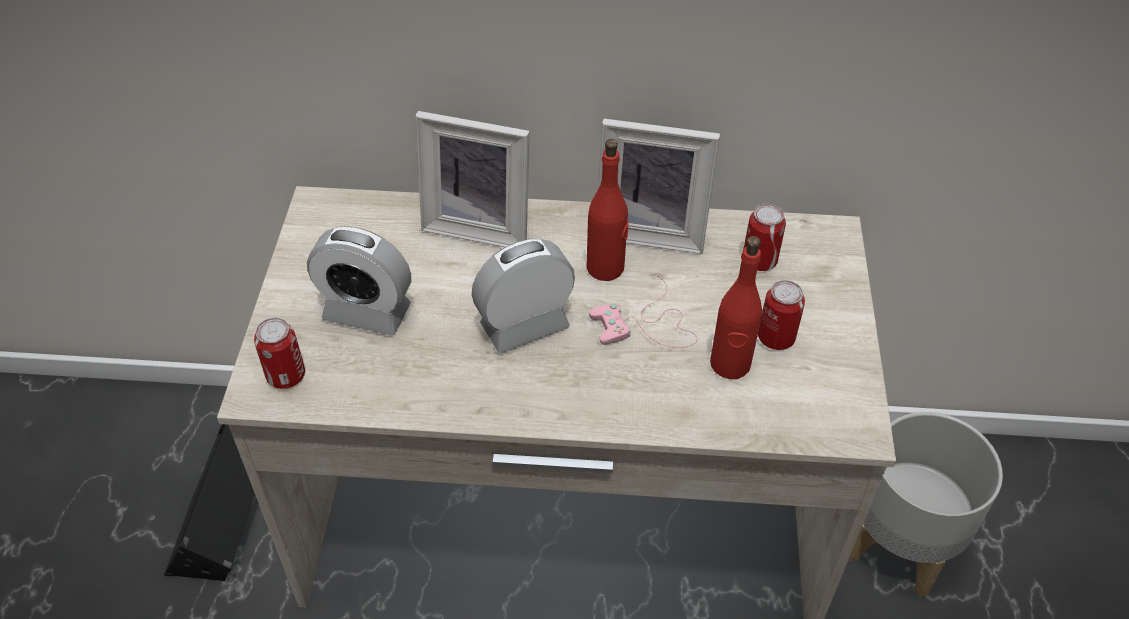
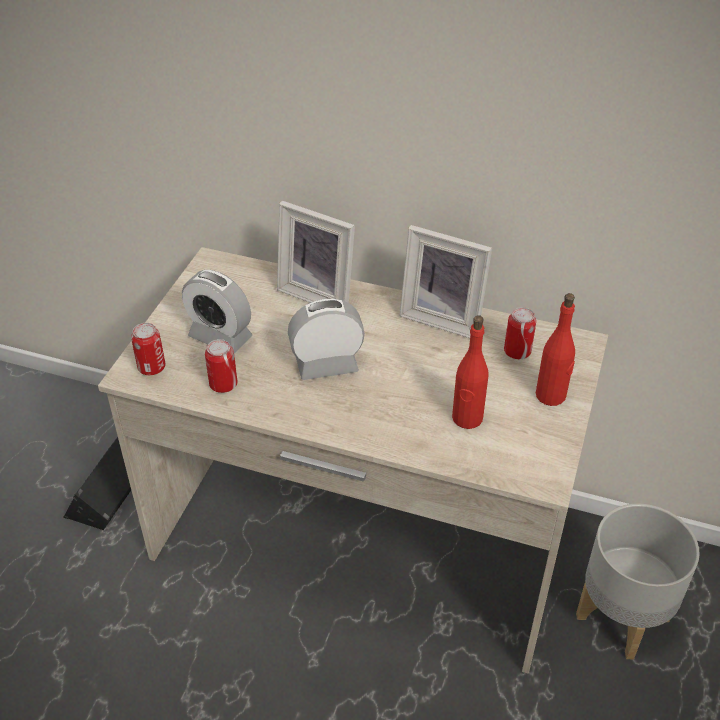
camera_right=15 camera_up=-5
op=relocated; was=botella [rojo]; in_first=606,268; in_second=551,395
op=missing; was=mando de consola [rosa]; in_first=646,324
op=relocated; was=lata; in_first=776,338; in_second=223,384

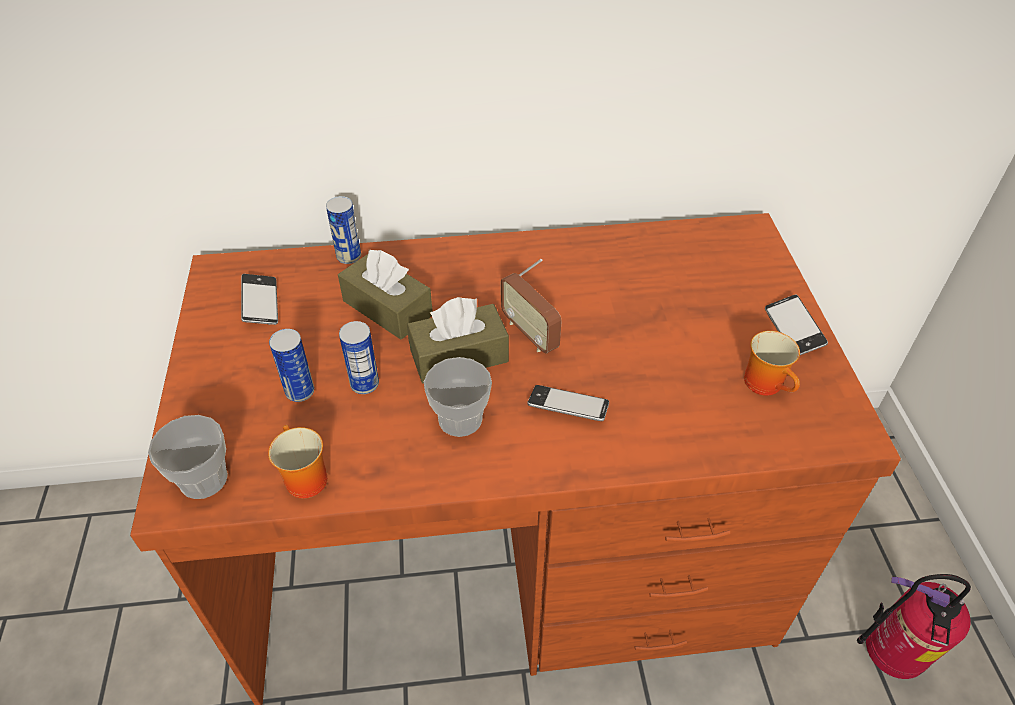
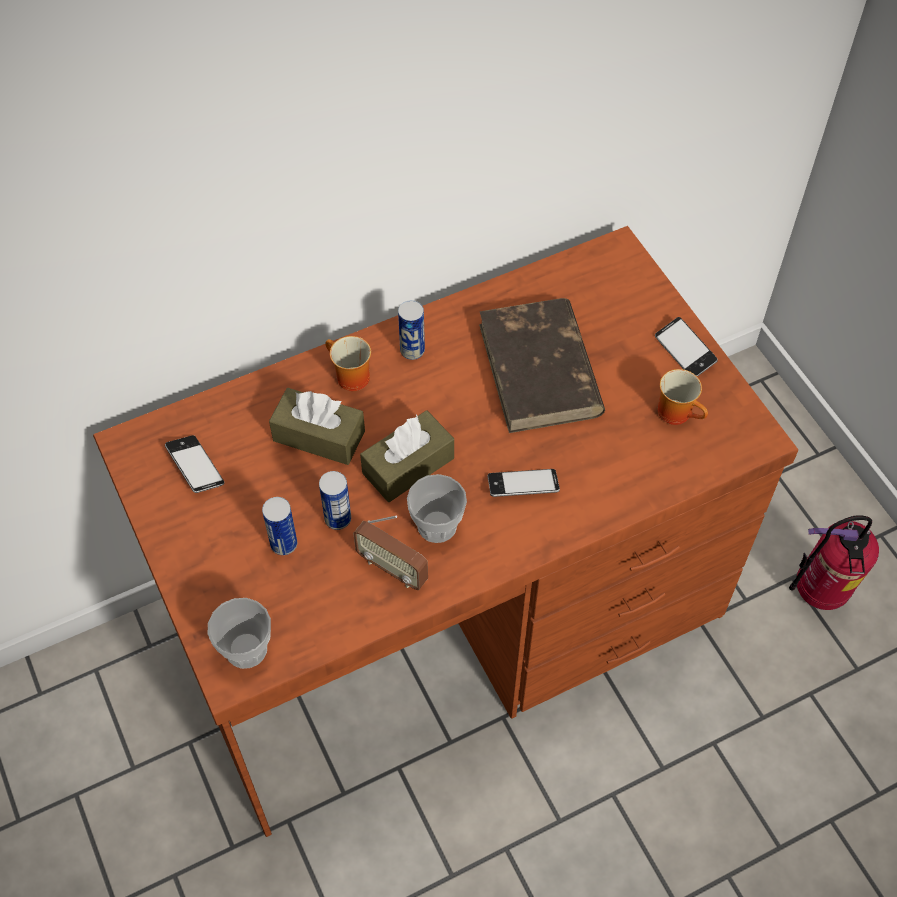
camera_right=-20 camera_up=10
op=relocated; was=taza grande; in_first=301,478; in_second=348,377
op=relocated; was=lata; in_first=348,256; in_second=412,350
op=relocated; was=radio; in_first=530,333; in_second=392,569
op=appeared; now=libro [marrón]; in_second=540,371

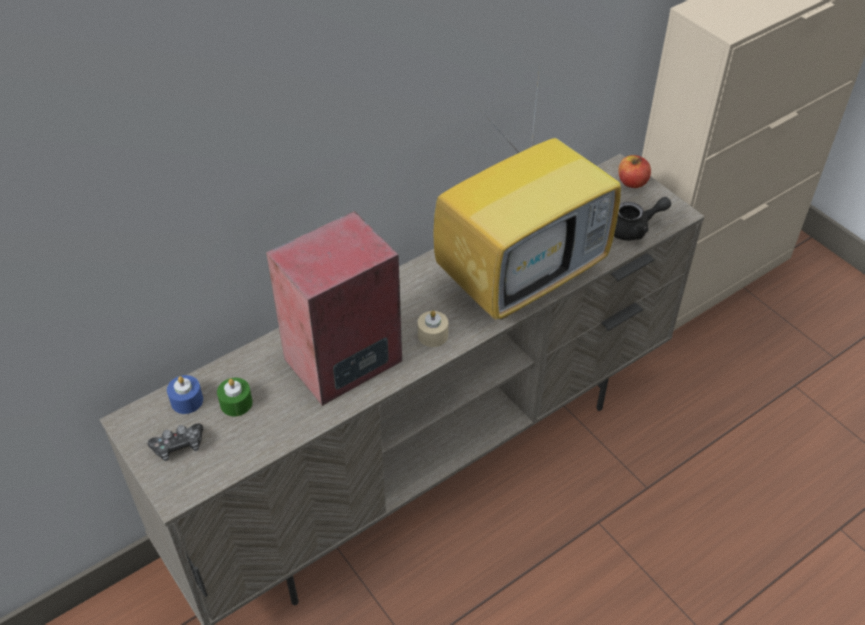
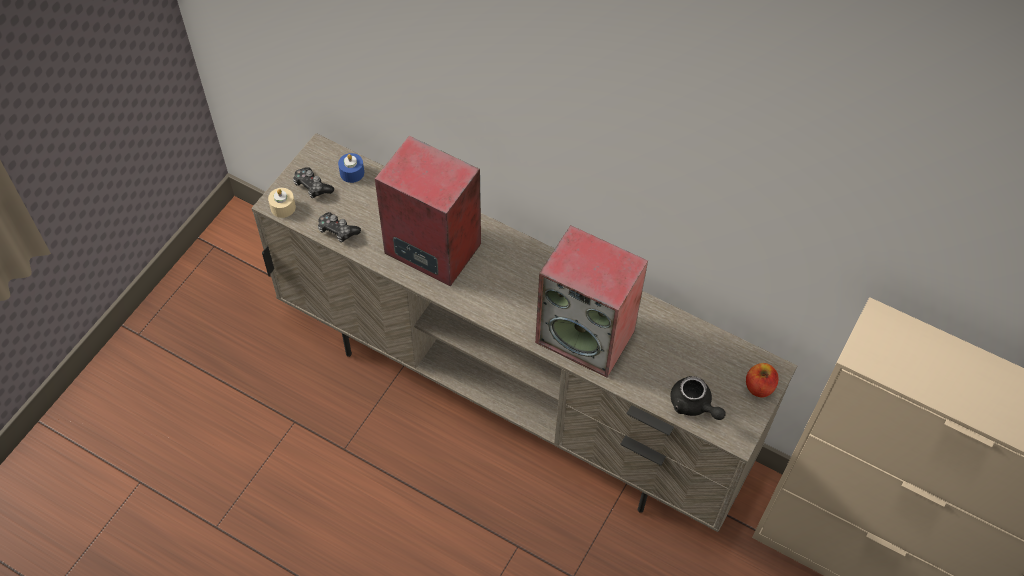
camera_right=65 camera_up=10
op=missing; was=vela [verde]; in_first=236,403
op=relocated; was=vela [beis]; in_first=432,335; in_second=283,207
op=exchanged; was=televisor; now=altavoz; in_first=522,274; in_second=587,336
op=appeared; now=mando de consola; in_second=337,231

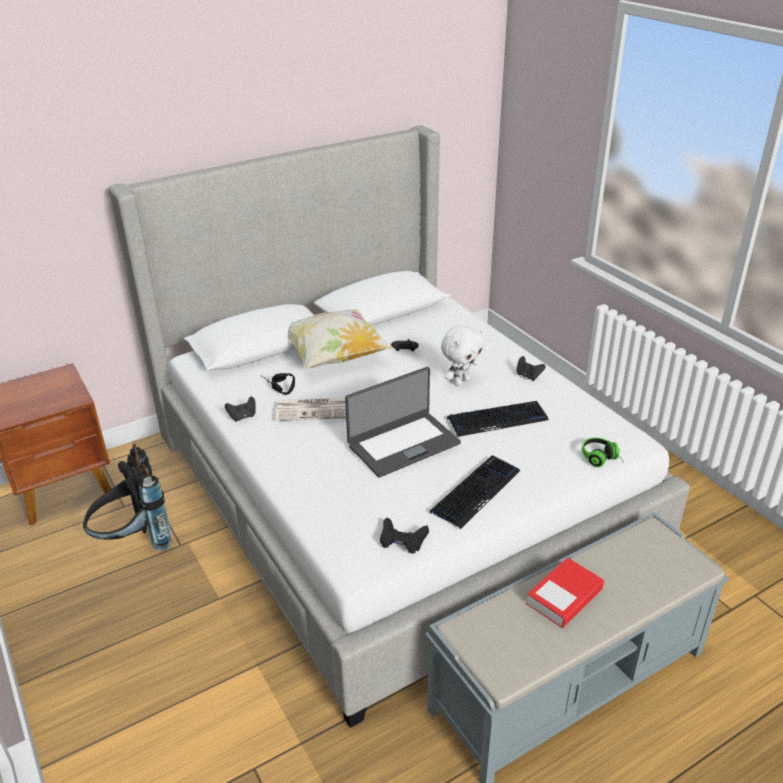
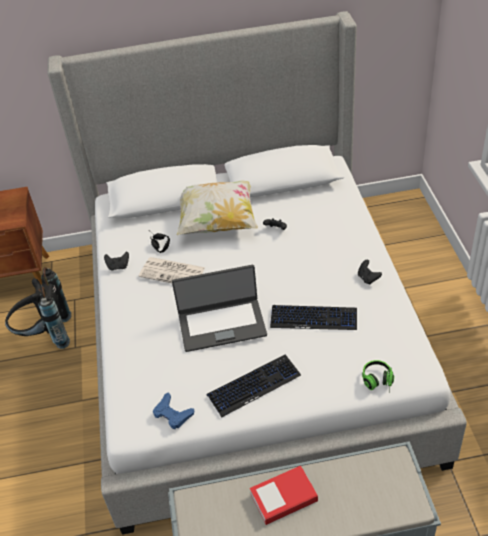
camera_right=25 camera_up=10
op=colour; was=mando de consola [negro]; now=mando de consola [azul]; in_first=402,539; in_second=172,414
op=missing; was=peluche [blanco]; in_first=461,381

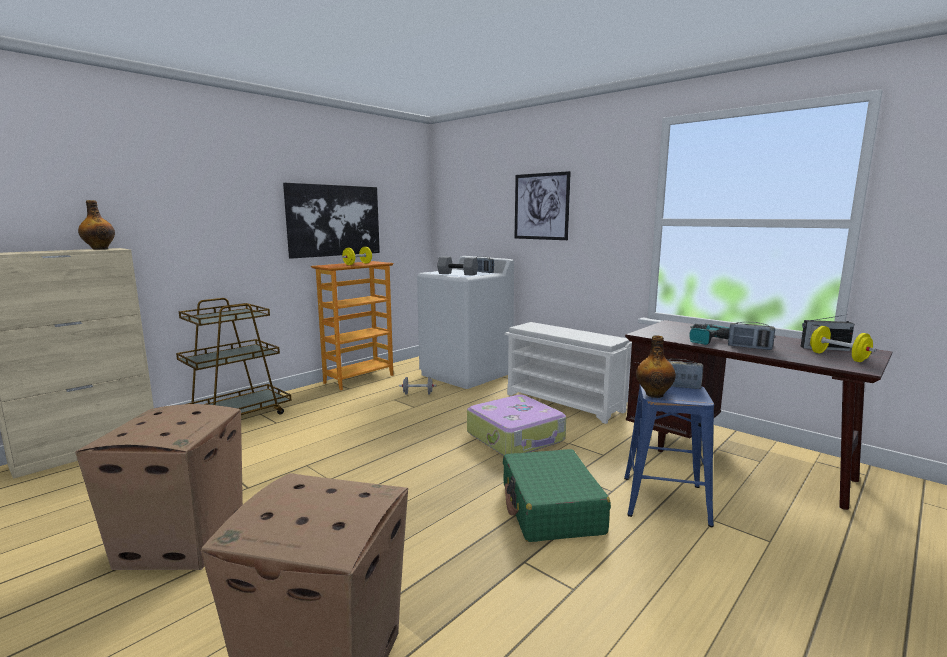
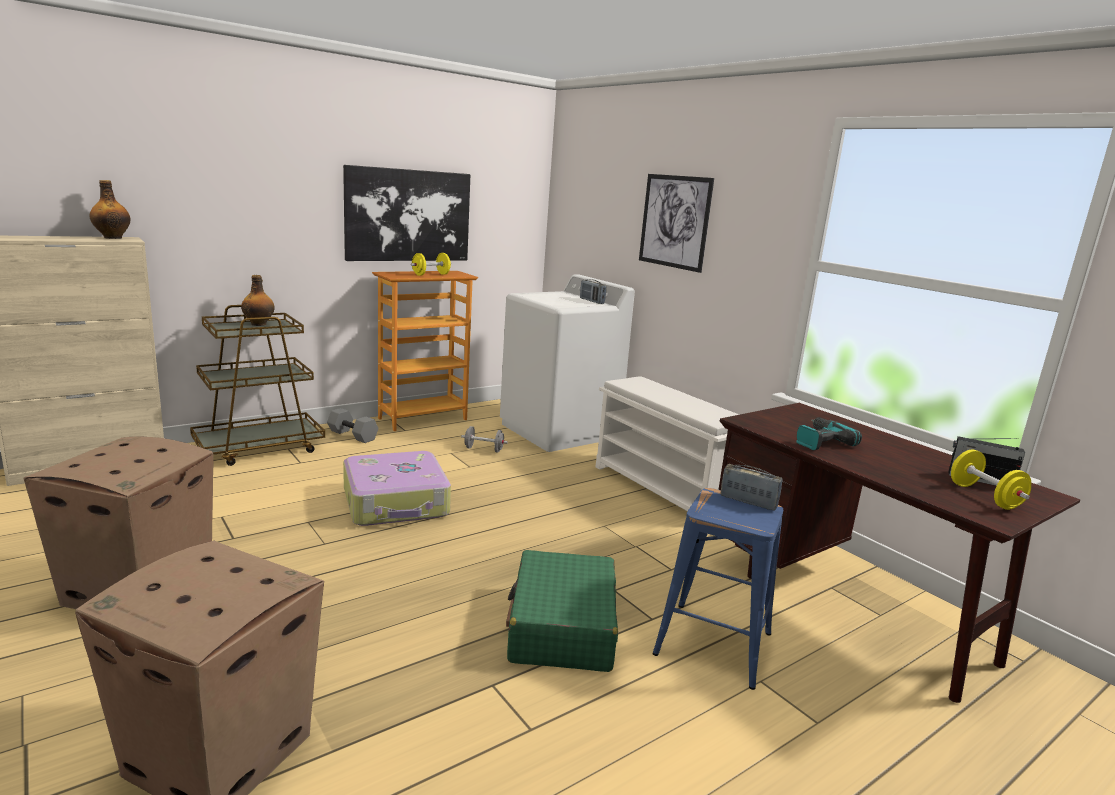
camera_right=10 camera_up=5
op=relocated; was=mancuerna [gris]; in_first=458,274; in_second=353,435
op=relocated; was=maleta; in_first=516,437; in_second=396,502
op=relocated; was=botella; in_first=654,394; in_second=259,324
op=missing; was=radio; in_first=749,347

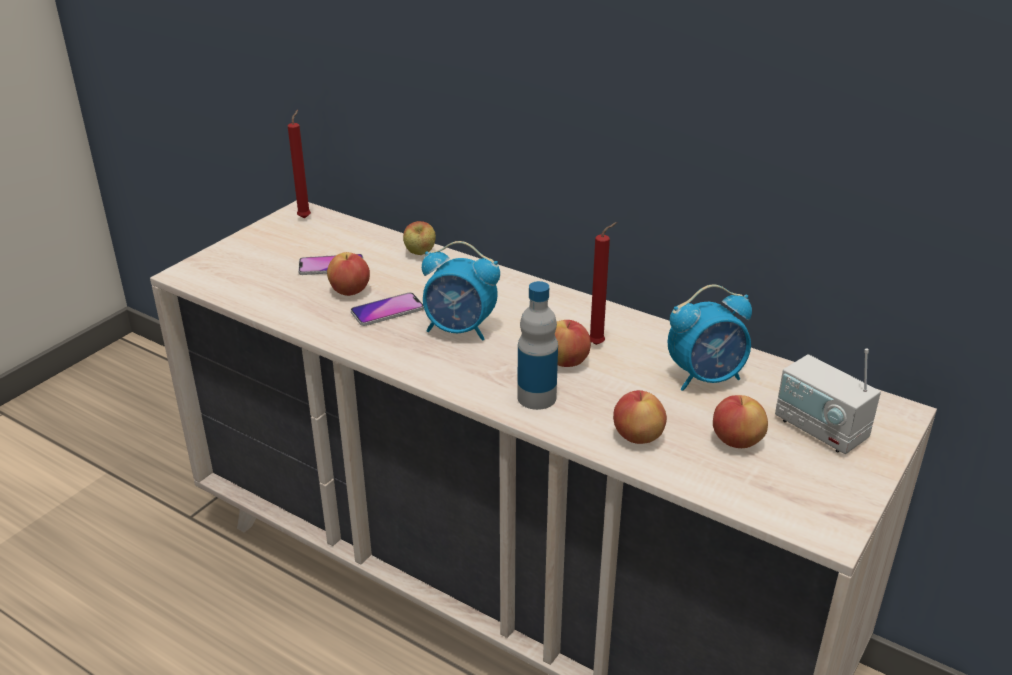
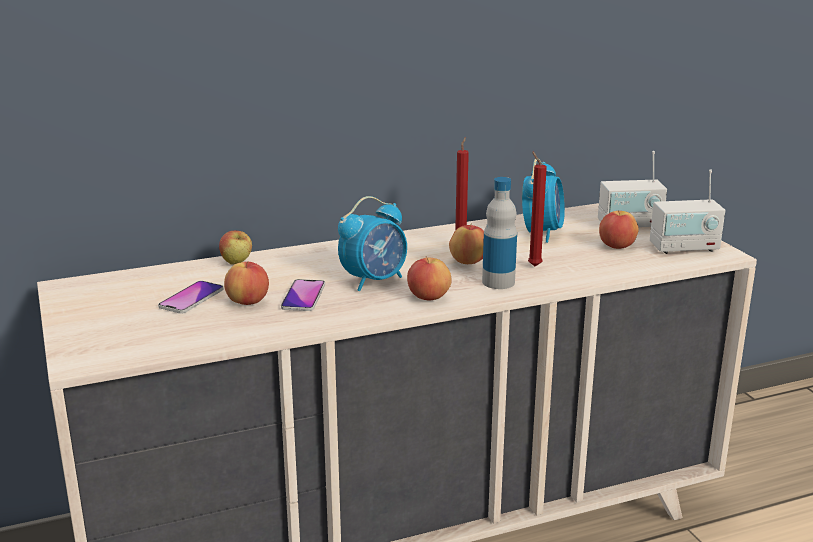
camera_right=-55 camera_up=-10
op=relocated; was=vela [rojo]; in_first=305,217; in_second=533,265
op=relocated; was=manzana; in_first=637,436; in_second=428,297
op=appeared; now=radio; in_second=684,248

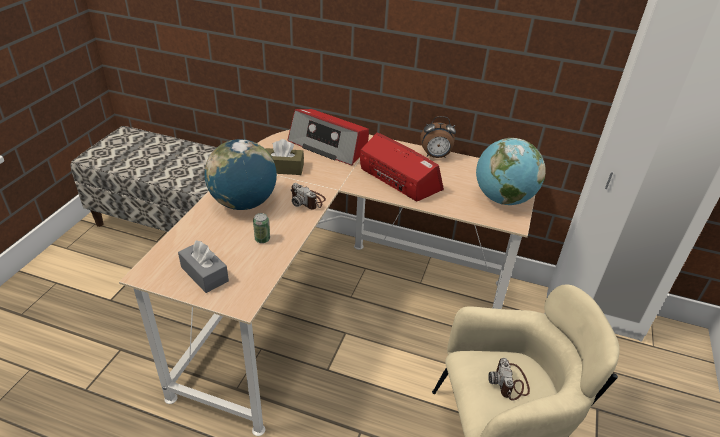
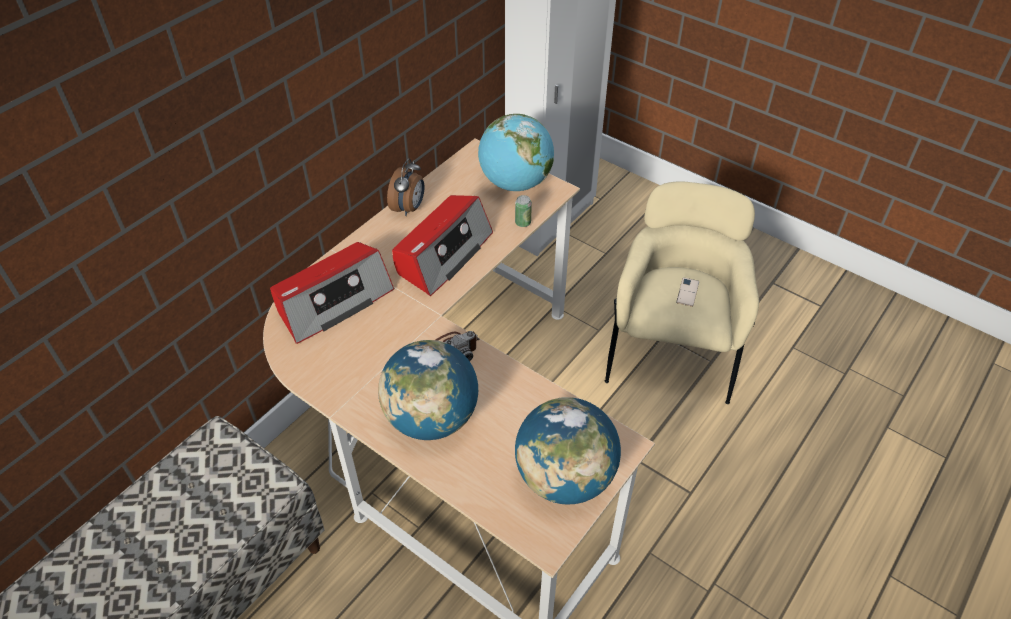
camera_right=-70 camera_up=10
op=exchanged; was=caja de pañuelos [gris]; now=globo terráqueo; in_first=204,274; in_second=565,477
op=relocated; was=lata; in_first=262,239; in_second=523,223
op=missing; was=caja de pañuelos [marrón]; in_first=283,168
op=spun; was=radio; in_first=398,179; in_second=443,254; clockwise=150
op=exchanged; was=cámara; now=móvil; in_first=510,383; in_second=687,292

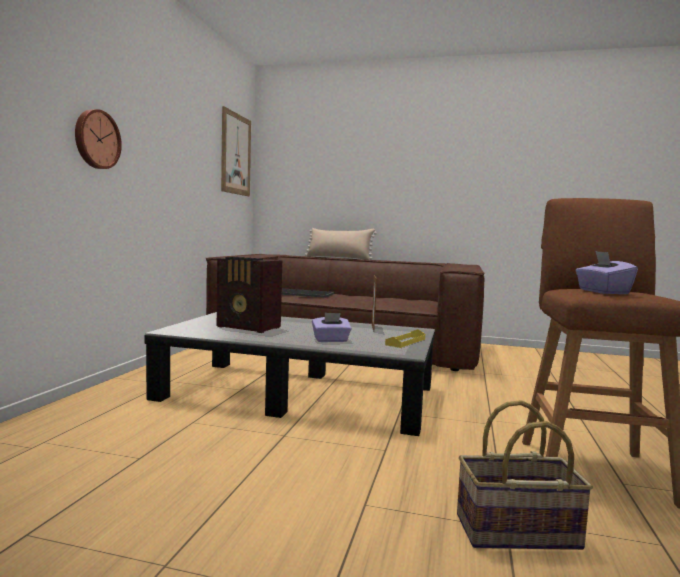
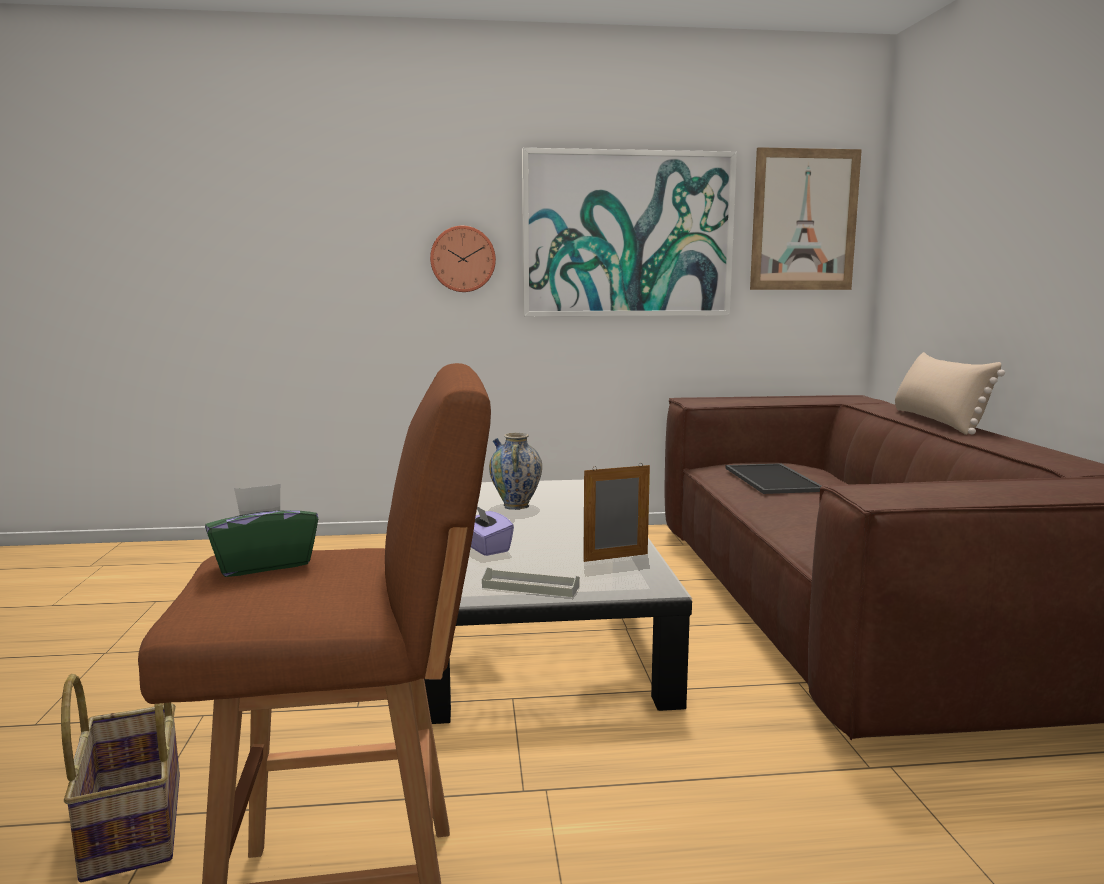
camera_right=70 camera_up=5
op=exchanged; was=radio; now=florero; in_first=249,327; in_second=516,506
op=colour; was=bandeja [amarillo]; now=bandeja [gris]; in_first=405,342; in_second=530,587
op=colour; was=caja de pañuelos [morado]; now=caja de pañuelos [verde]; in_first=602,292; in_second=263,564
op=appeared; now=cuadro; in_second=627,235

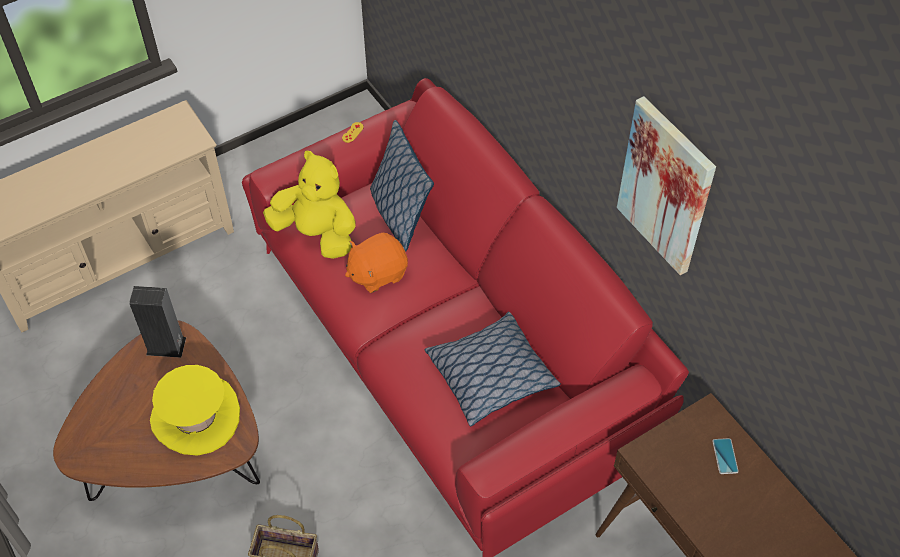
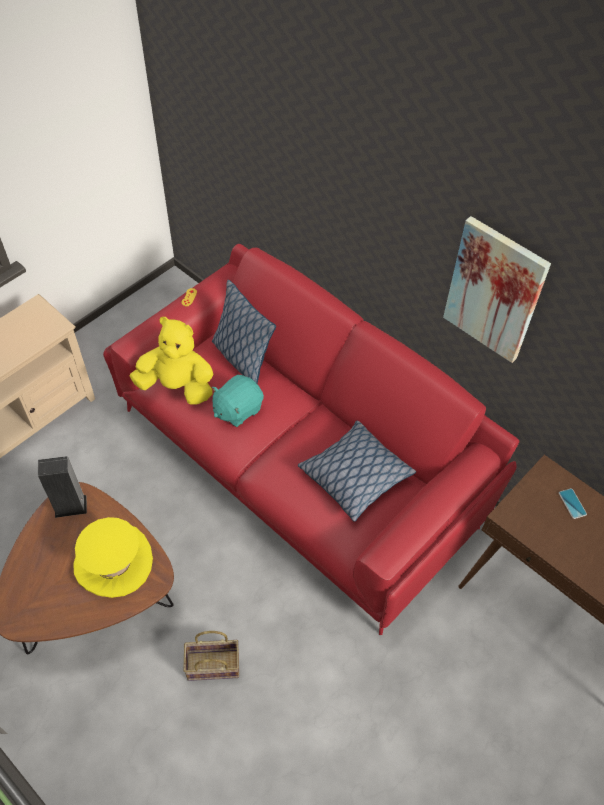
camera_right=-15 camera_up=0
op=colour; was=peluche [naranja]; now=peluche [turquesa]; in_first=377,273; in_second=237,409

